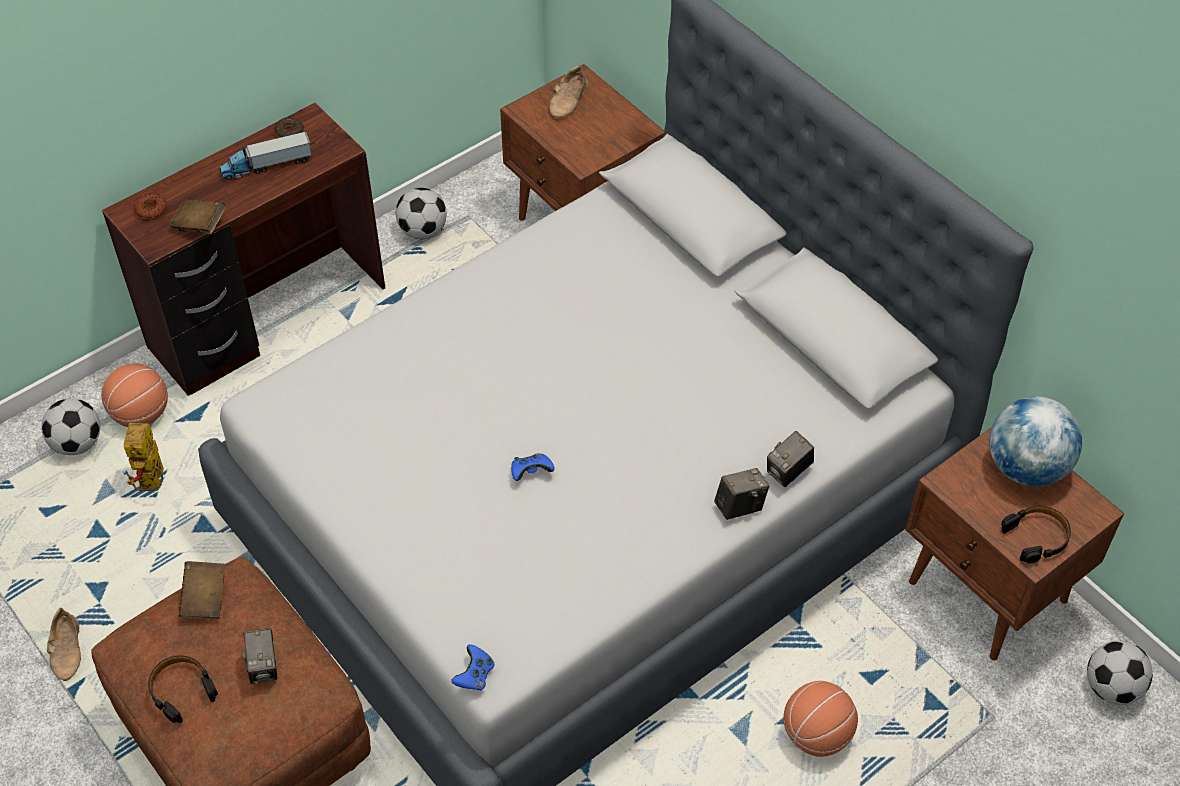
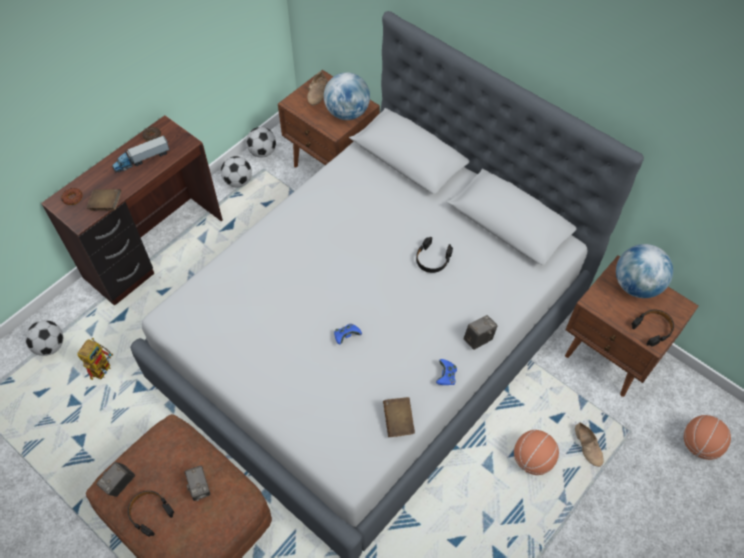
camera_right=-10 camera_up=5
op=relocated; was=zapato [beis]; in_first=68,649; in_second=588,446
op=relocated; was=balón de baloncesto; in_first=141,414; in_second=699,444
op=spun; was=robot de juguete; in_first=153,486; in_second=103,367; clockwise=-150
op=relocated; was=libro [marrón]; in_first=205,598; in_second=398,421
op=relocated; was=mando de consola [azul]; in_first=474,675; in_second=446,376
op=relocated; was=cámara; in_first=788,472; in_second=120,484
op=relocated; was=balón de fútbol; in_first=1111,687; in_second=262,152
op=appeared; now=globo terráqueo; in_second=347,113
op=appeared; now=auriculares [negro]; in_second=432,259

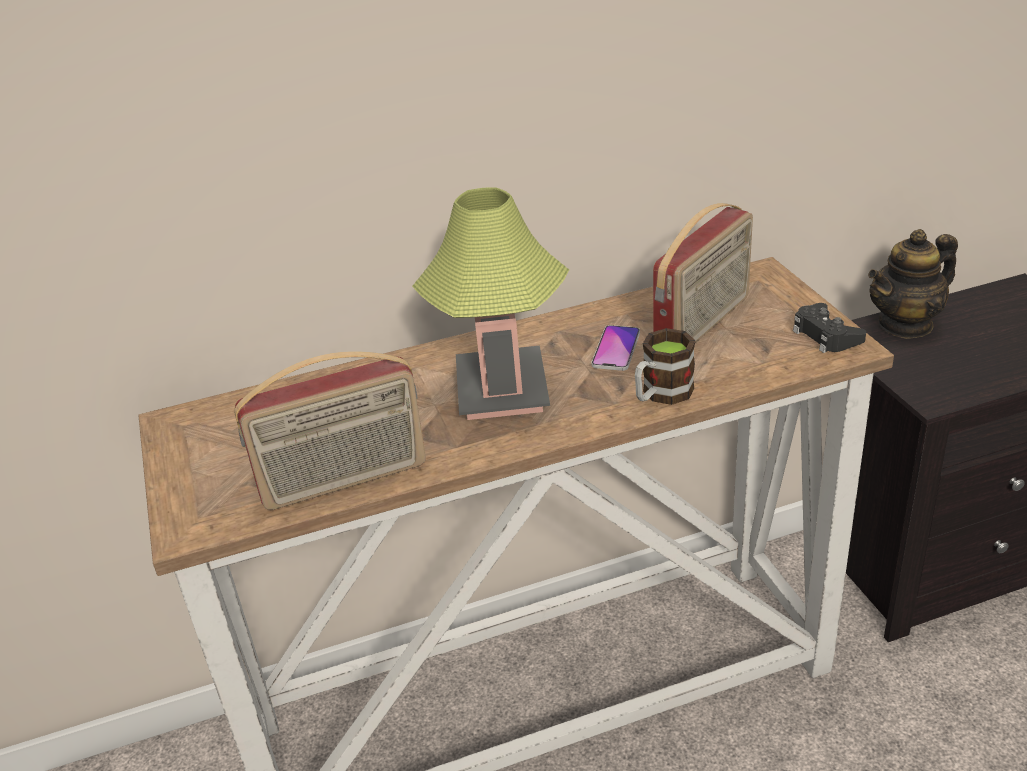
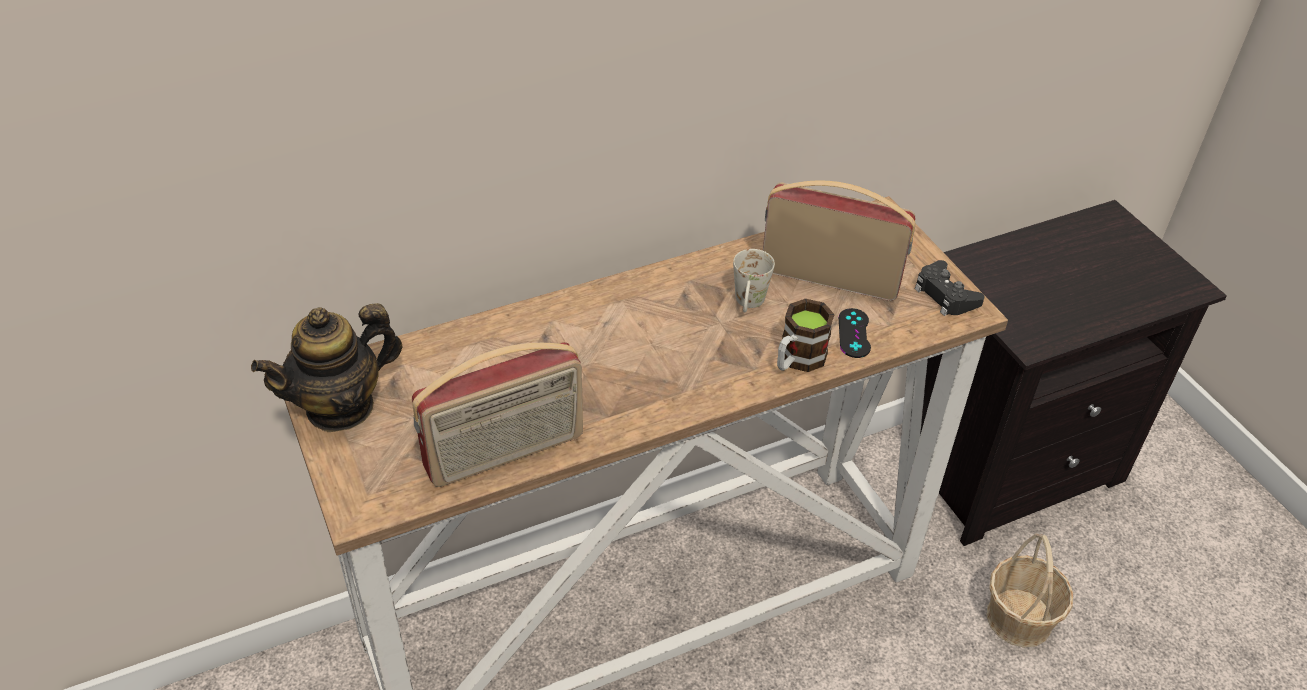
camera_right=-10 camera_up=10
op=missing; was=lámpara de mesa; in_first=502,390
op=exchanged; was=móvil; now=taza grande [blanco]; in_first=616,349; in_second=748,305
op=spun; was=radio; in_first=704,324; in_second=830,277; clockwise=-105
op=relocated; was=tetera; in_first=905,324; in_second=340,407
op=appeared; now=mando de consola [negro]; in_second=854,333
op=appeared; now=cesta; in_second=1019,618

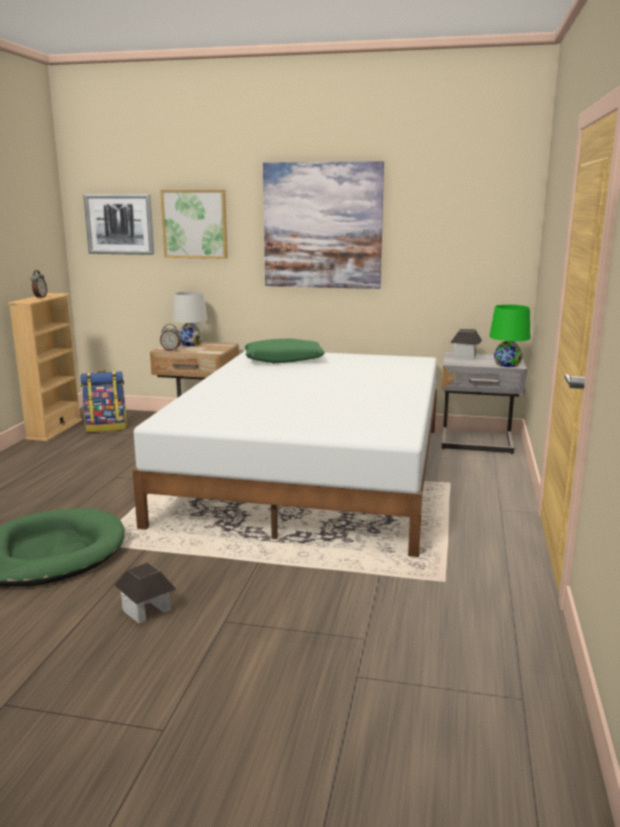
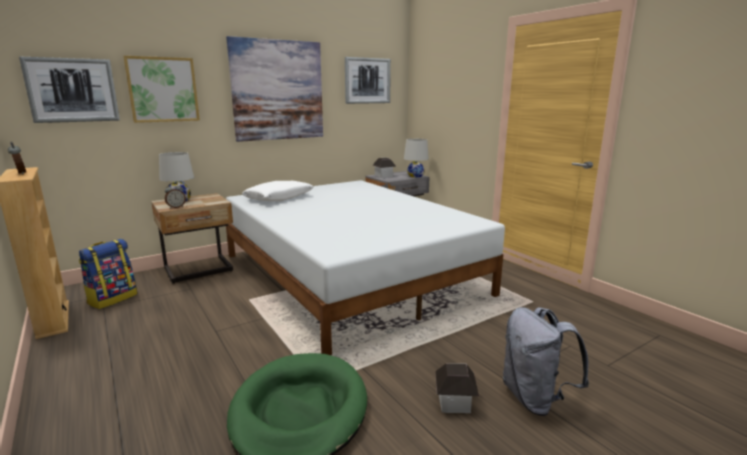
camera_right=-45 camera_up=0
op=colour; was=cojín [verde]; now=cojín [blanco]; in_first=283,360; in_second=279,198
op=colour; was=lámpara de mesa [verde]; now=lámpara de mesa [blanco]; in_first=507,365; in_second=415,176
op=appeared; now=cuadro; in_second=367,81
op=appeared; now=mochila [gris]; in_second=535,398

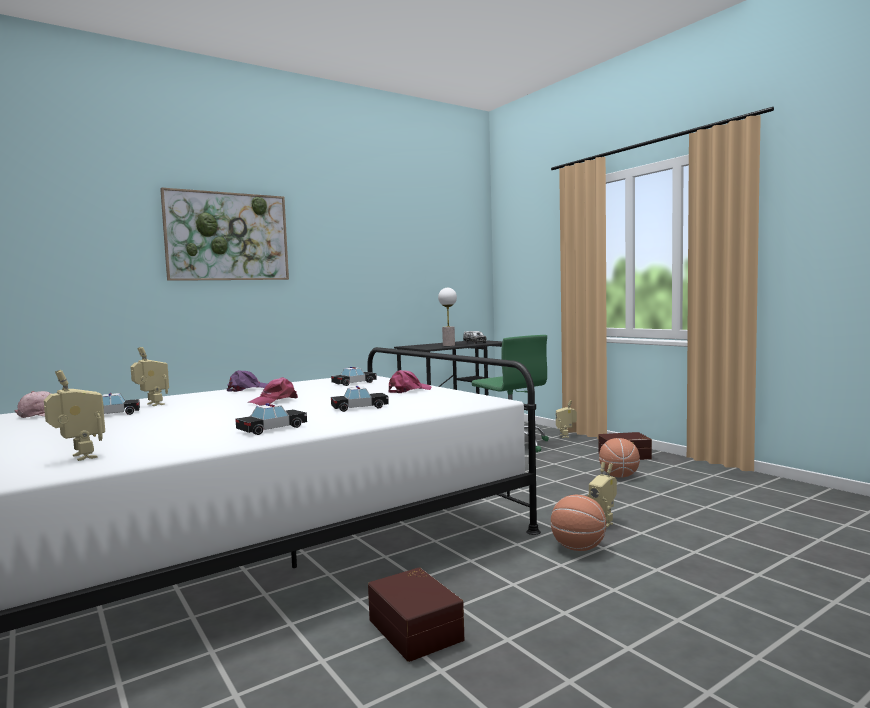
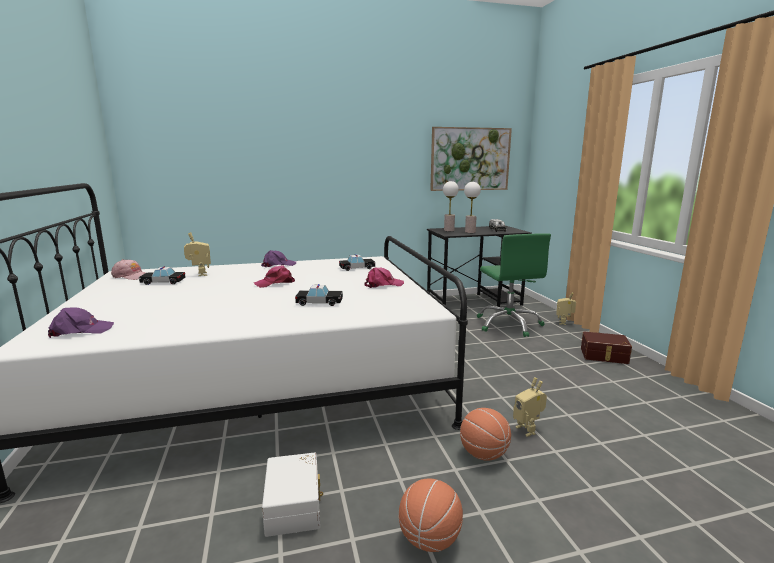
camera_right=20 camera_up=10
op=exchanged; was=robot de juguete; now=gorra [morado]; in_first=78,457; in_second=81,331
op=relocated; was=cuadro; in_first=227,236; in_second=470,159
op=missing; was=coche de juguete; in_first=272,429
op=colour; was=caja de almacenaje [marrón]; now=caja de almacenaje [blanco]; in_first=417,629; in_second=295,504
op=relocated; was=balón de baloncesto; in_first=619,476; in_second=429,539
op=appeared; now=lámpara de mesa; in_second=449,230

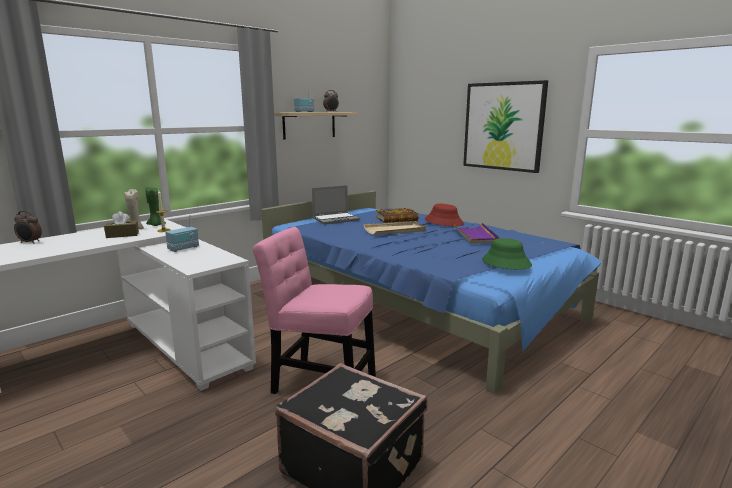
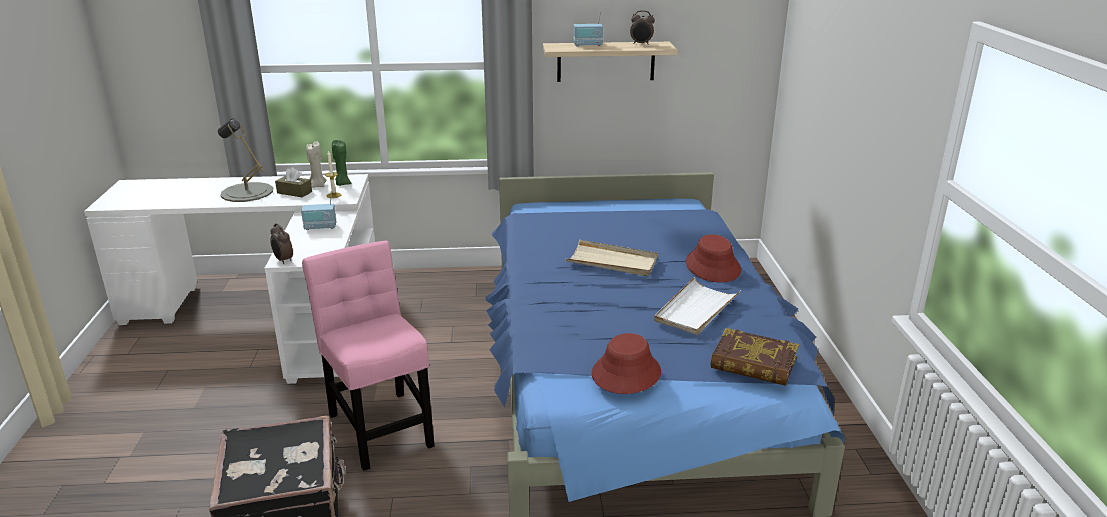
camera_right=40 camera_up=10
op=relocated; was=despertador; in_first=30,242; in_second=283,260
op=missing; was=portátil; in_first=336,219
op=relocated; was=libro; in_first=397,219; in_second=753,363
op=colour; was=bandeja [morado]; now=bandeja [blanco]; in_first=475,235; in_second=696,309
op=missing; was=cuadro; in_first=503,126
op=colour; was=sombrero [verde]; now=sombrero [rojo]; in_first=505,263; in_second=626,373
op=appeared; now=lámpara de mesa [gris]; in_second=247,192

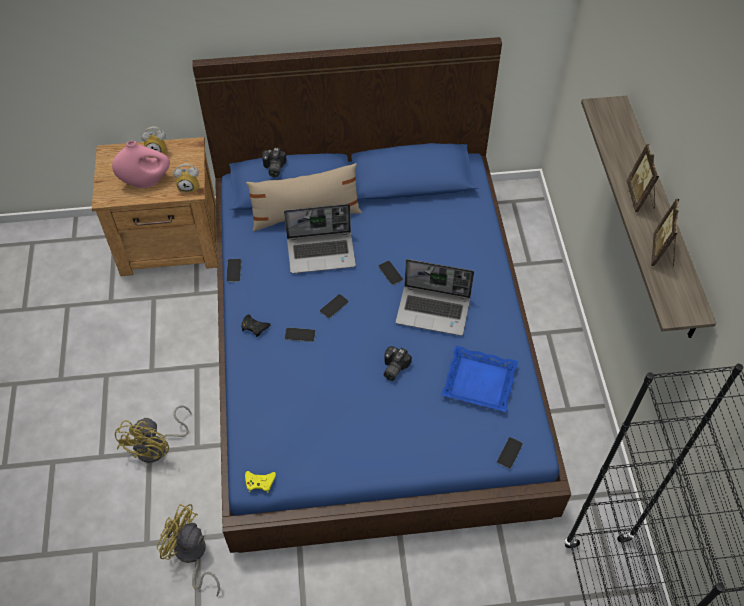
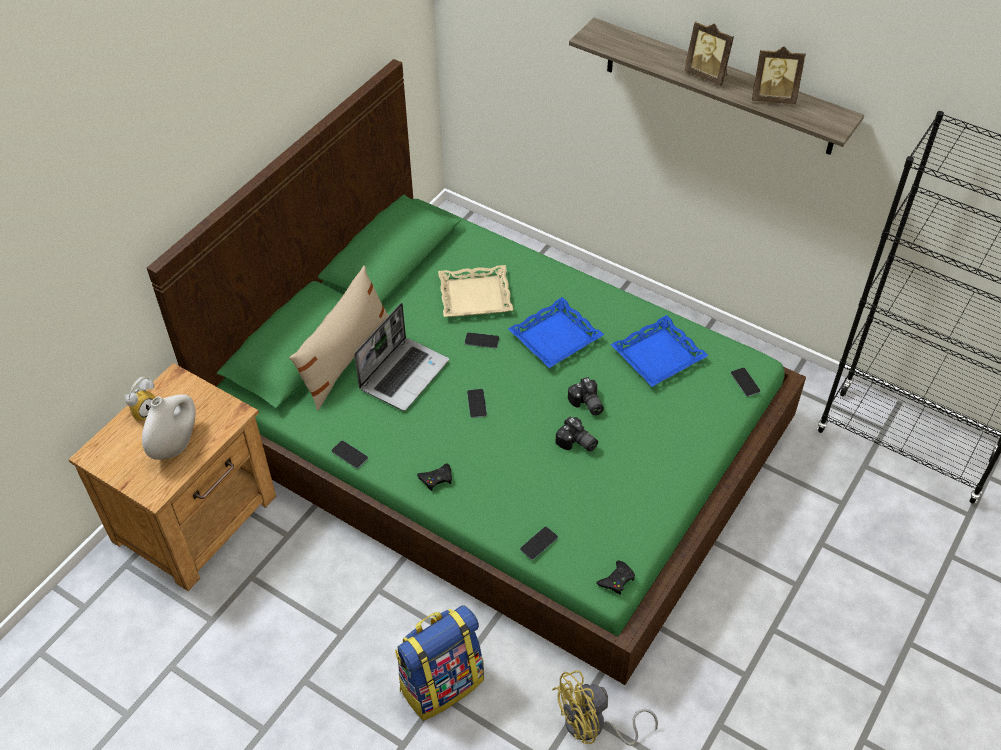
camera_right=-50 camera_up=-5
op=colour; was=florero [rosa]; now=florero [blanco]; in_first=146,181; in_second=175,444
op=exchanged; was=ventilador [amarillo]; now=mochila; in_first=158,447; in_second=441,683
op=missing; was=despertador; in_first=190,186
op=colour; was=cama [azul]; now=cama [verde]; in_first=372,345; in_second=499,432
op=colour; was=mando de consola [amarillo]; now=mando de consola [negro]; in_first=259,482; in_second=617,580
op=relocated; was=cámara; in_first=273,168; in_second=576,443
op=relocated; was=móvil; in_first=300,335; in_second=539,543
op=exchanged; was=portátil; now=bandeja [azul]; in_first=434,311; in_second=555,337
op=spun; was=portarretratos; in_first=662,252; in_second=773,98; clockwise=-45
op=appeared; now=bandeja [beis]; in_second=475,297

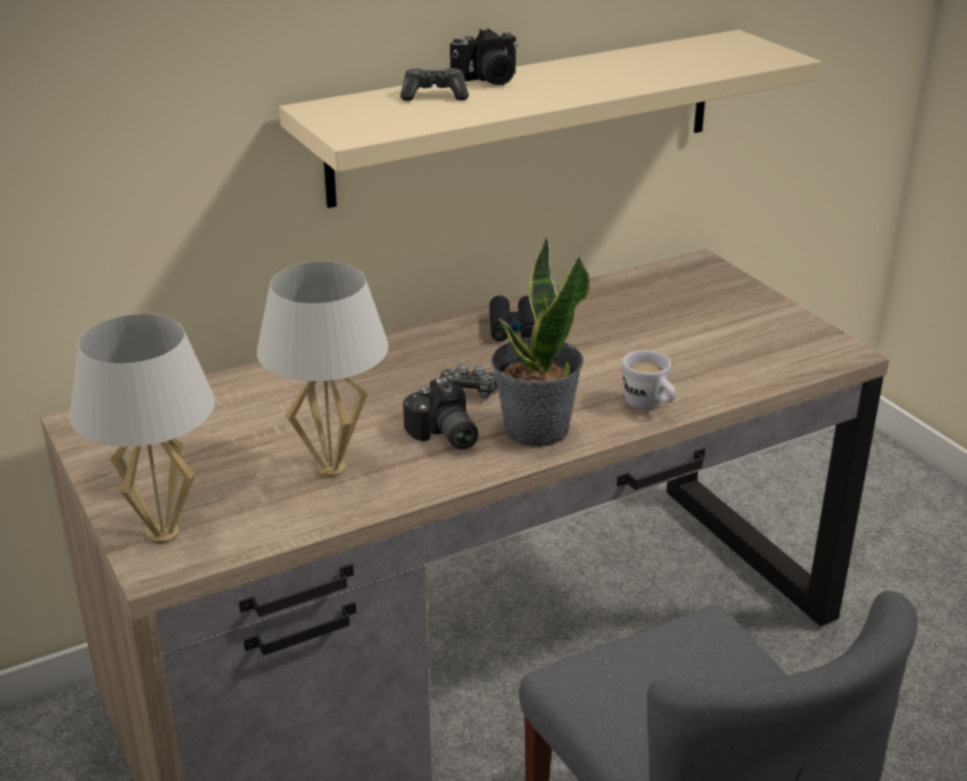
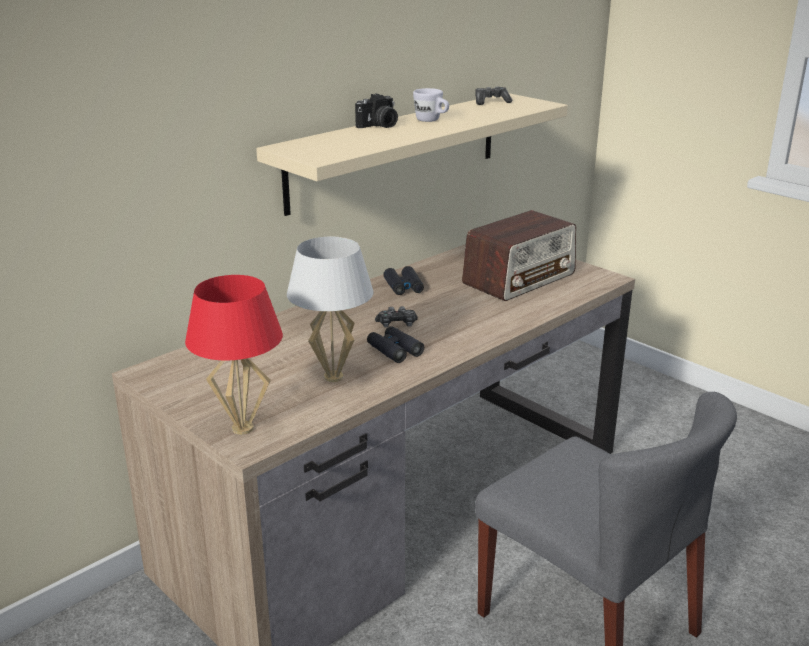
camera_right=-15 camera_up=-5
op=colour; was=lámpara de mesa [blanco]; now=lámpara de mesa [rojo]; in_first=163,534; in_second=243,428
op=relocated; was=mando de consola; in_first=434,95; in_second=491,102
op=exchanged; was=cámara; now=prismáticos [negro]; in_first=443,436; in_second=394,350
op=missing; was=planta en maceta; in_first=535,430
op=relocated; was=taza grande [blanco]; in_first=649,406; in_second=432,121
op=appeared; now=radio; in_second=519,279

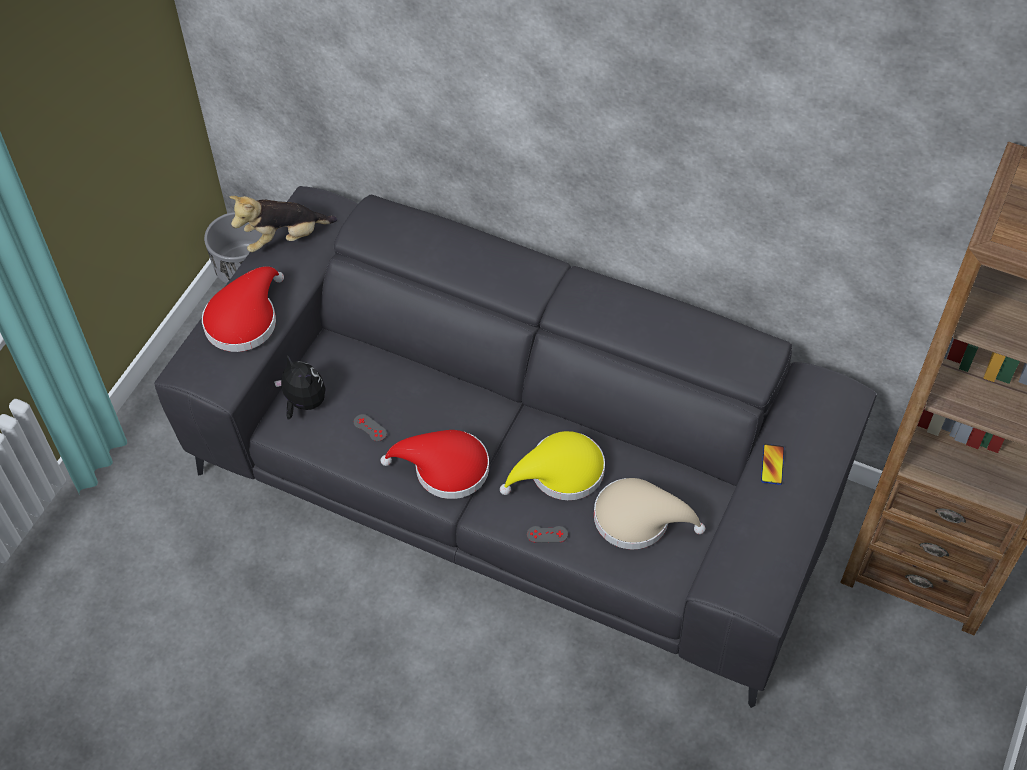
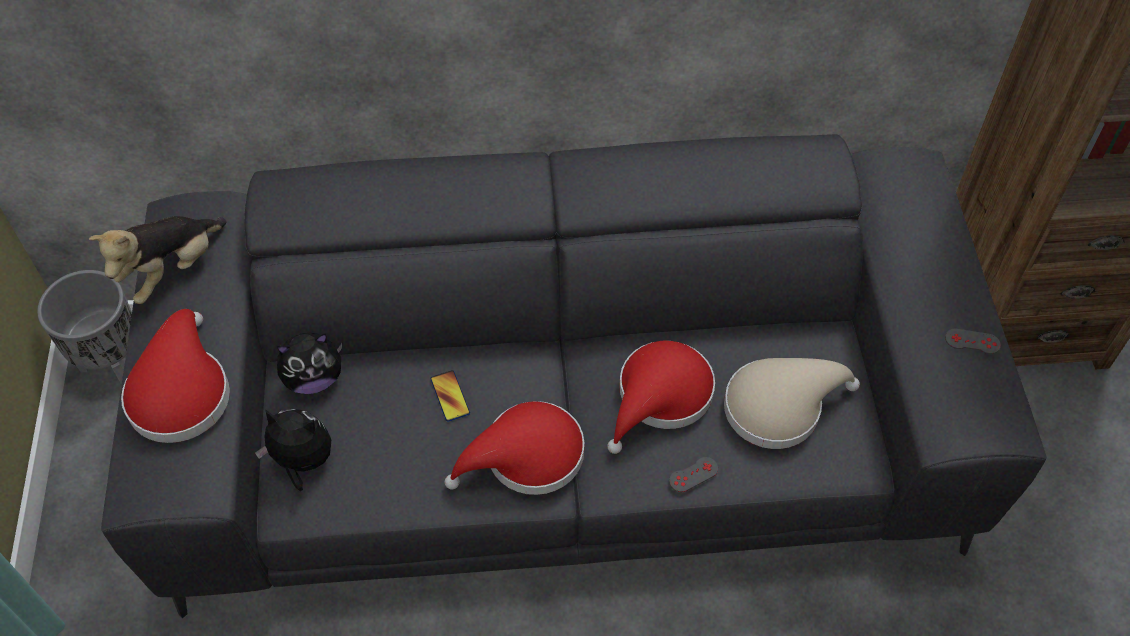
camera_right=-30 camera_up=0
op=relocated; was=mando de consola [gris]; in_first=370,428; in_second=972,341
op=colour; was=sombrero [amarillo]; now=sombrero [rojo]; in_first=560,473; in_second=661,397
op=relocated; was=móvil; in_first=772,464; in_second=450,396
op=appeared; now=peluche; in_second=314,379

